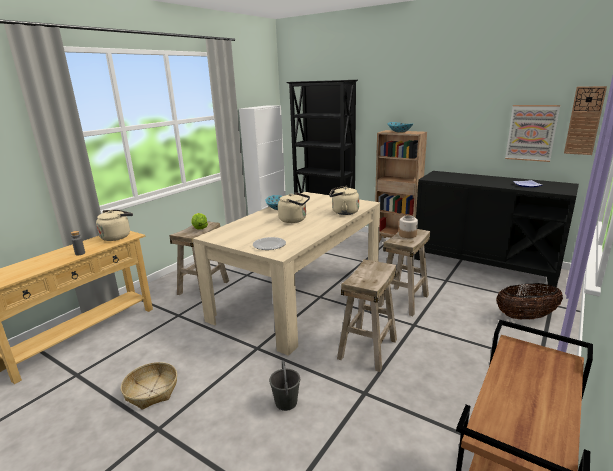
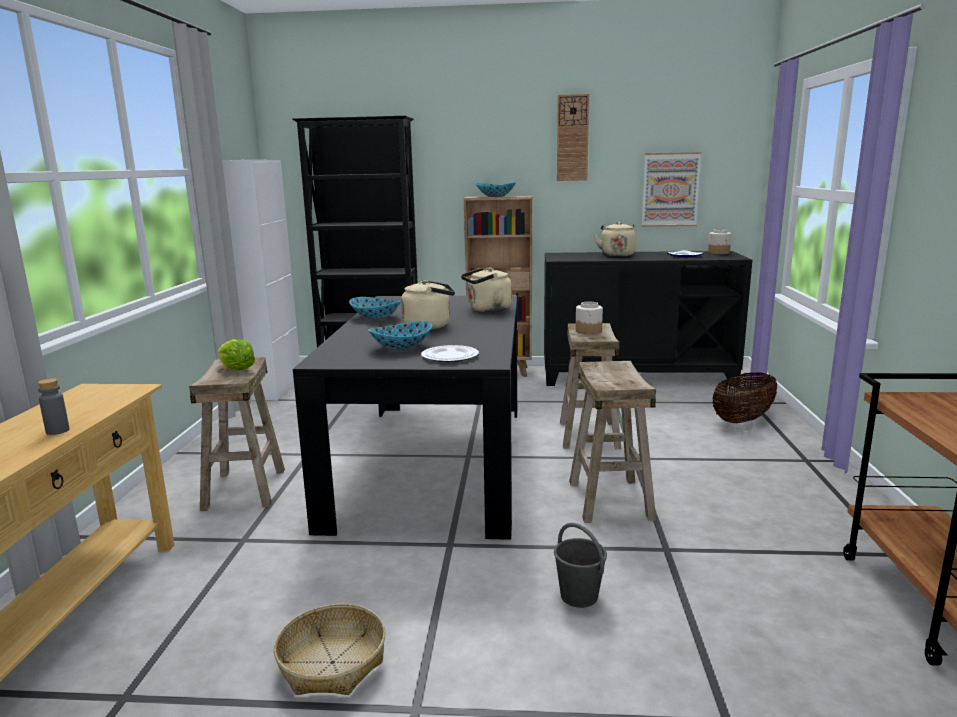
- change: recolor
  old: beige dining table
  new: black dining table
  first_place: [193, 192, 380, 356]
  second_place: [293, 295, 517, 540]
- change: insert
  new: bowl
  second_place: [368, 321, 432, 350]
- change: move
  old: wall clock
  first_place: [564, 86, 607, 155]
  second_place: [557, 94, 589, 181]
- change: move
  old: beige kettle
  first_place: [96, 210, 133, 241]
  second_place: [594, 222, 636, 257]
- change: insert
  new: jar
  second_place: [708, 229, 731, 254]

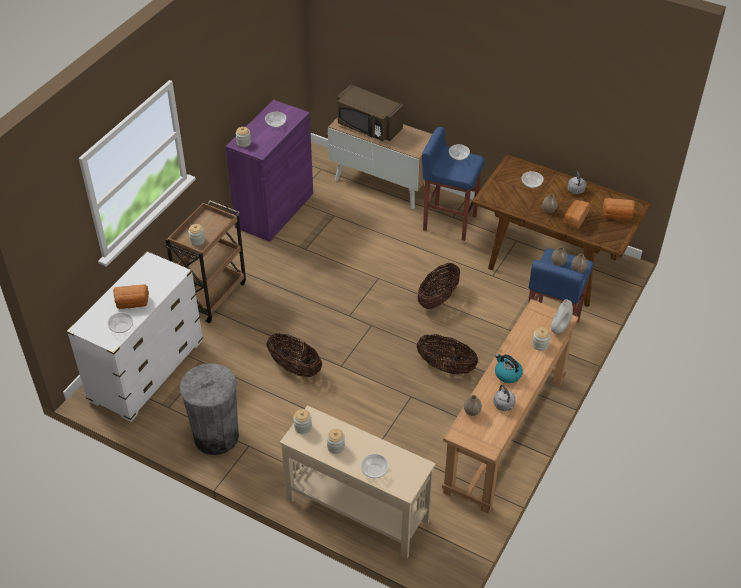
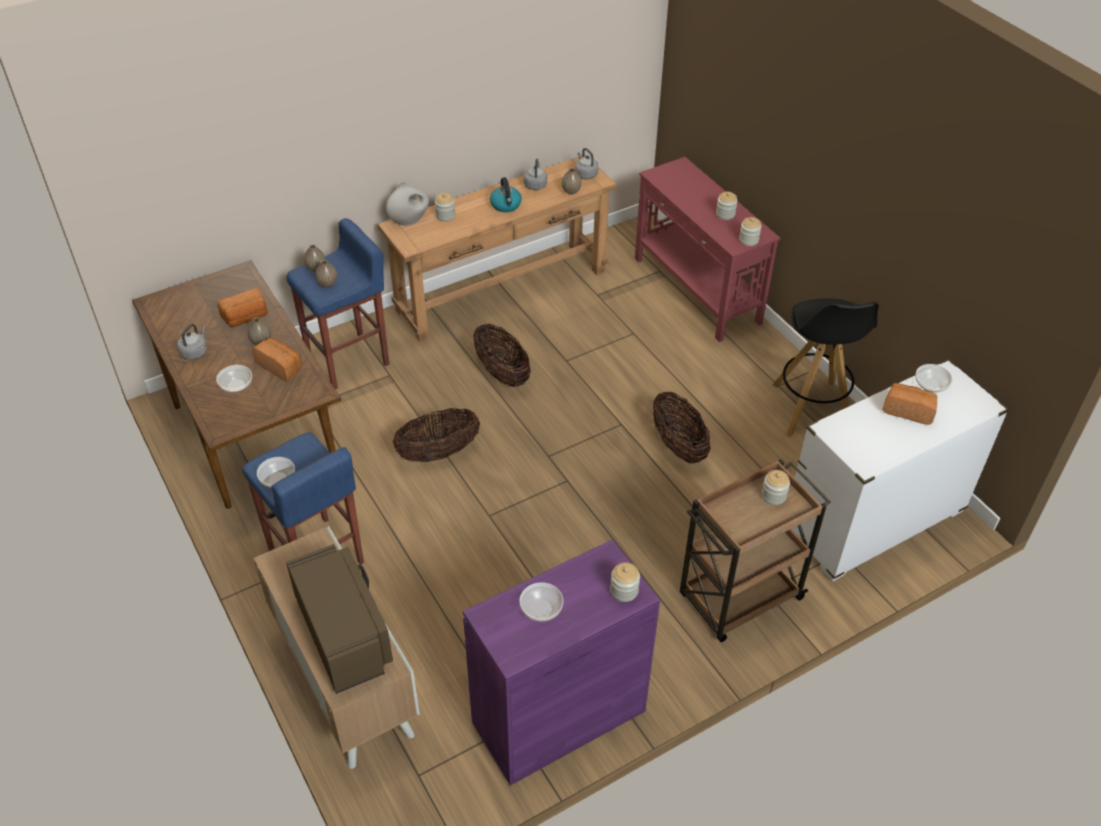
- change: move
  old: bread
  first_place: [603, 198, 635, 220]
  second_place: [252, 338, 302, 381]
- change: insert
  new: grey kettle
  second_place: [575, 148, 599, 179]
- change: recolor
  old: beige console table
  new: red console table
  first_place: [280, 405, 436, 559]
  second_place: [635, 157, 780, 342]
- change: replace
  old: grey trash can
  new: black stool
  first_place: [180, 363, 239, 455]
  second_place: [773, 298, 879, 437]
- change: delete
  old: bowl
  first_place: [361, 454, 389, 478]

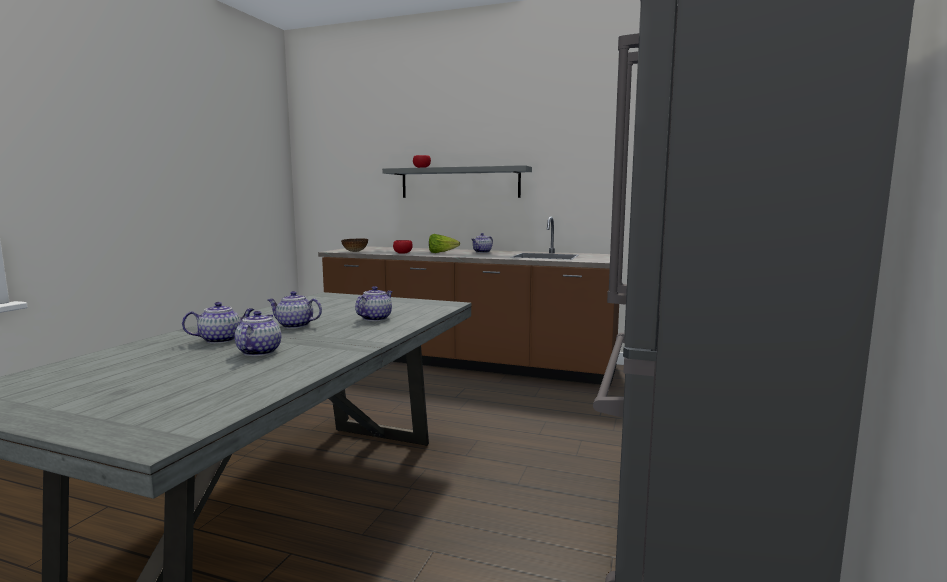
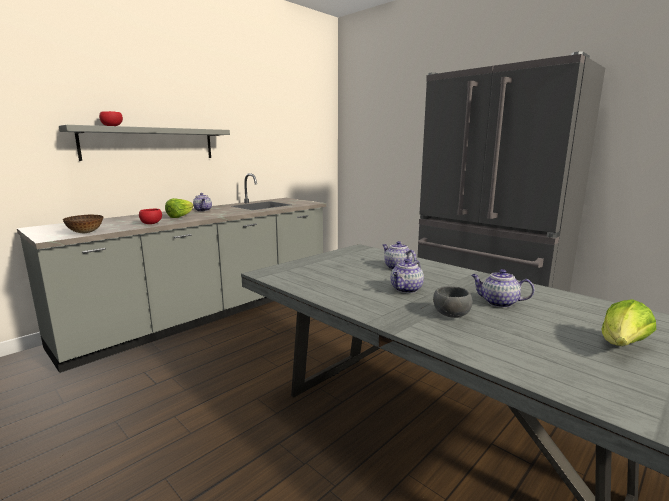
- change: recolor
  old: brown counter
  new: grey counter
  first_place: [318, 217, 619, 386]
  second_place: [17, 173, 326, 373]
- change: replace
  old: teapot
  new: grey bowl
  first_place: [182, 302, 254, 343]
  second_place: [433, 286, 472, 318]
- change: insert
  new: lettuce
  second_place: [602, 299, 656, 346]

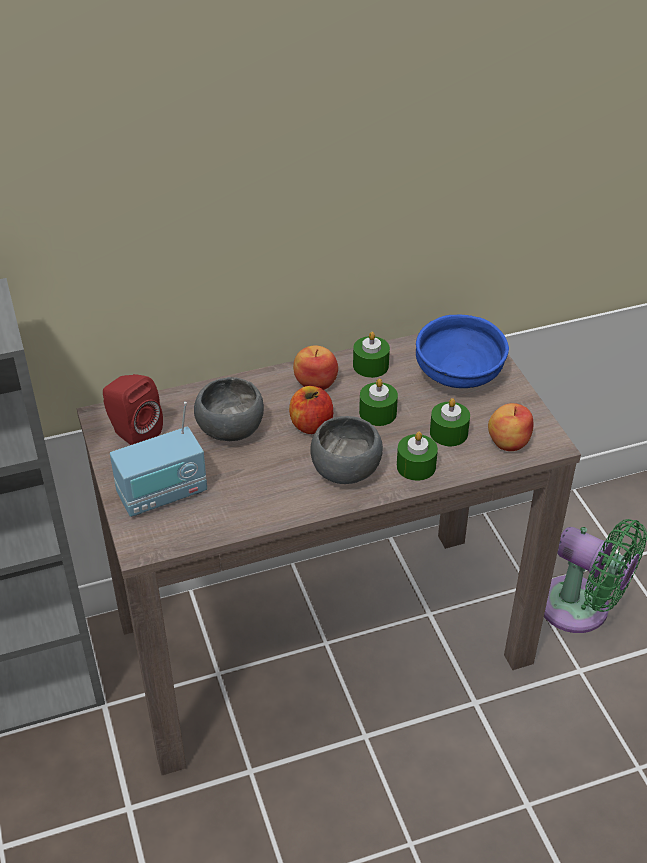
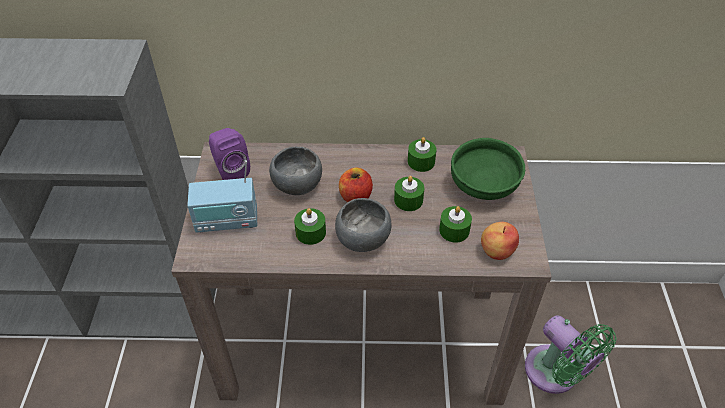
- change: recolor
  old: red speaker
  new: purple speaker
  first_place: [103, 374, 163, 445]
  second_place: [209, 128, 250, 180]
- change: move
  old: green candle
  first_place: [397, 432, 438, 481]
  second_place: [294, 208, 326, 245]
- change: recolor
  old: blue bowl
  new: green bowl
  first_place: [416, 314, 509, 388]
  second_place: [451, 138, 525, 200]
- change: delete
  old: apple
  first_place: [293, 345, 338, 390]

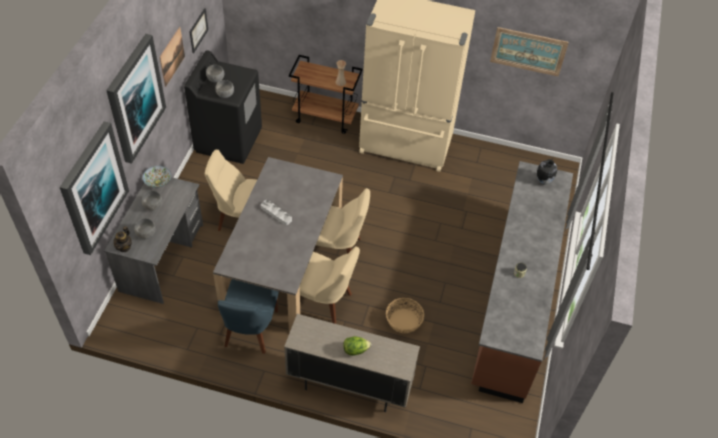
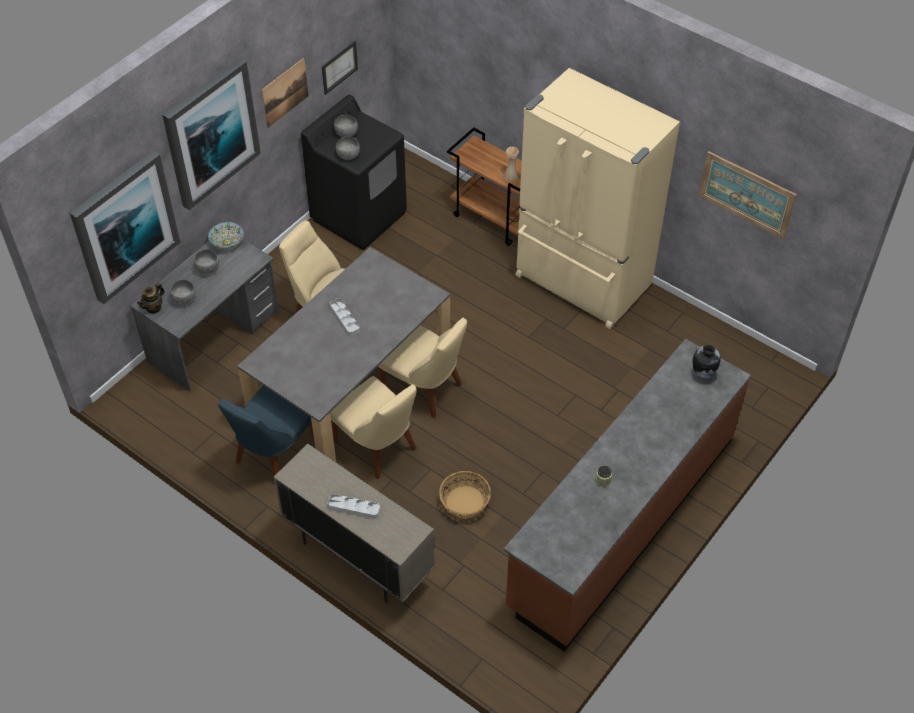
- change: replace
  old: lettuce
  new: grey tray
  first_place: [343, 336, 371, 356]
  second_place: [328, 494, 380, 519]

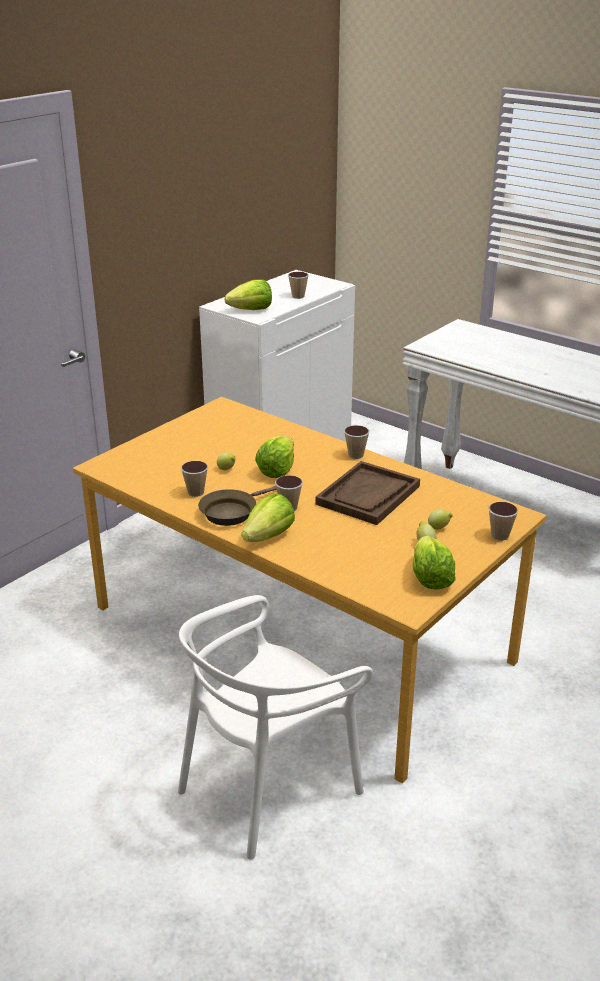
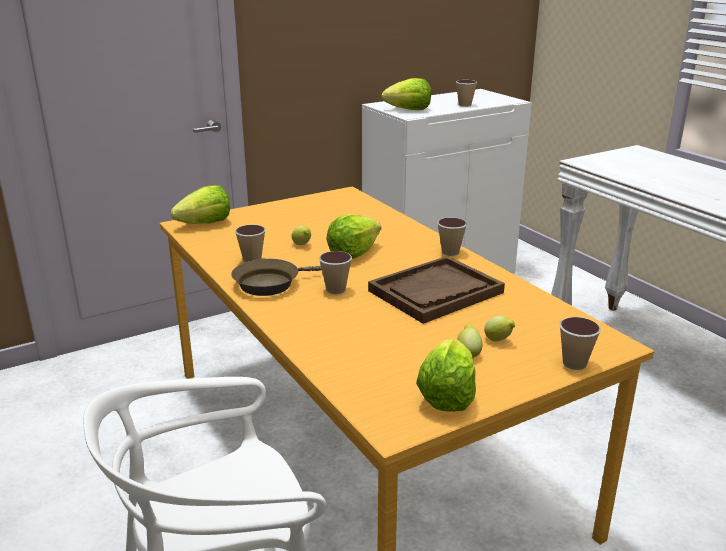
- change: move
  old: lettuce
  first_place: [242, 494, 295, 542]
  second_place: [171, 185, 230, 224]

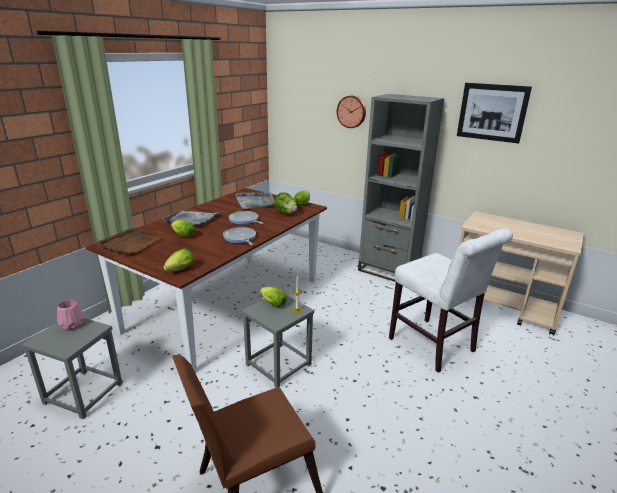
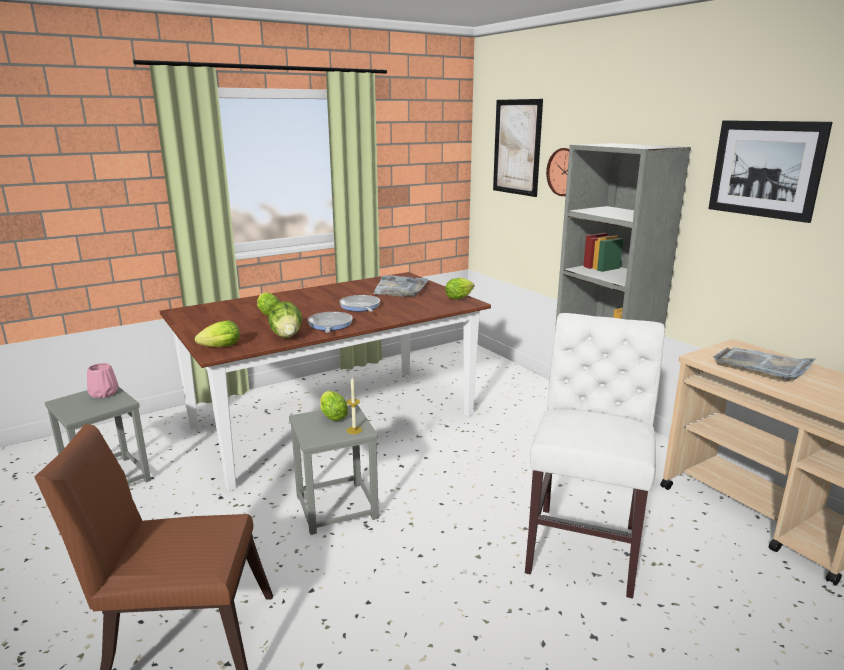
- change: move
  old: lettuce
  first_place: [274, 192, 297, 214]
  second_place: [268, 301, 303, 338]
- change: insert
  new: picture
  second_place: [493, 99, 543, 197]
- change: rotate
  old: white chair
  first_place: [389, 228, 513, 373]
  second_place: [525, 313, 665, 599]
  degrees: -150
- change: move
  old: grey tray
  first_place: [162, 211, 219, 228]
  second_place: [714, 347, 815, 382]
- change: delete
  old: brown tray
  first_place: [97, 228, 161, 255]

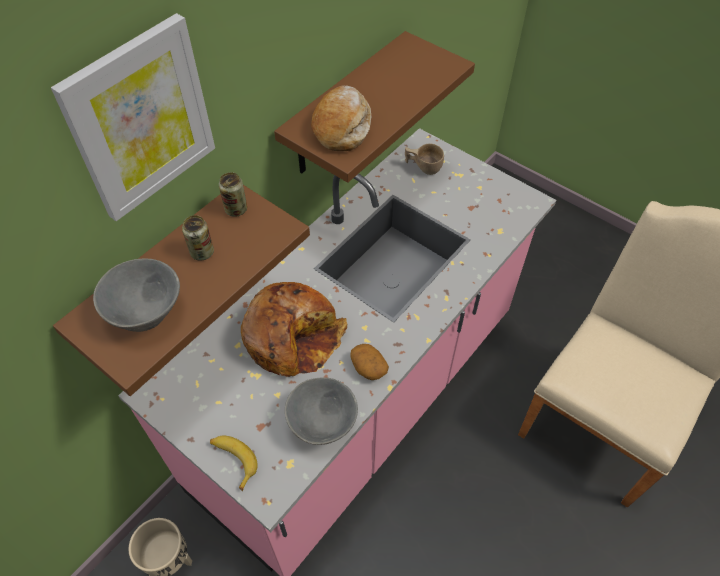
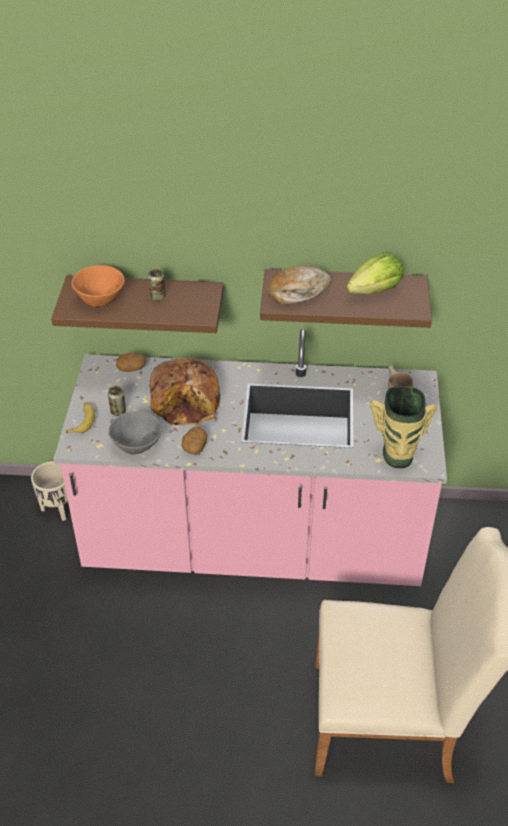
- change: recolor
  old: grey bowl
  new: orange bowl
  first_place: [93, 258, 180, 332]
  second_place: [72, 265, 125, 307]
- change: move
  old: can
  first_place: [219, 172, 247, 217]
  second_place: [108, 386, 126, 416]
- change: insert
  new: potato
  second_place: [116, 353, 146, 372]
- change: insert
  new: lettuce
  second_place: [347, 253, 403, 294]
- change: insert
  new: vase
  second_place: [370, 386, 437, 469]
- change: delete
  old: picture
  first_place: [51, 13, 215, 221]

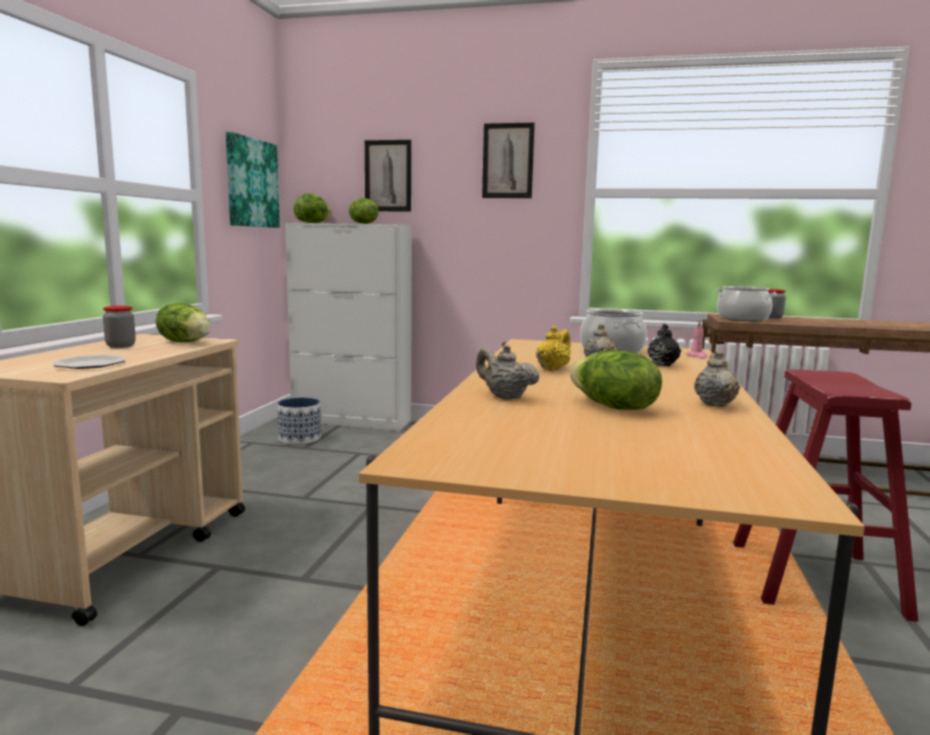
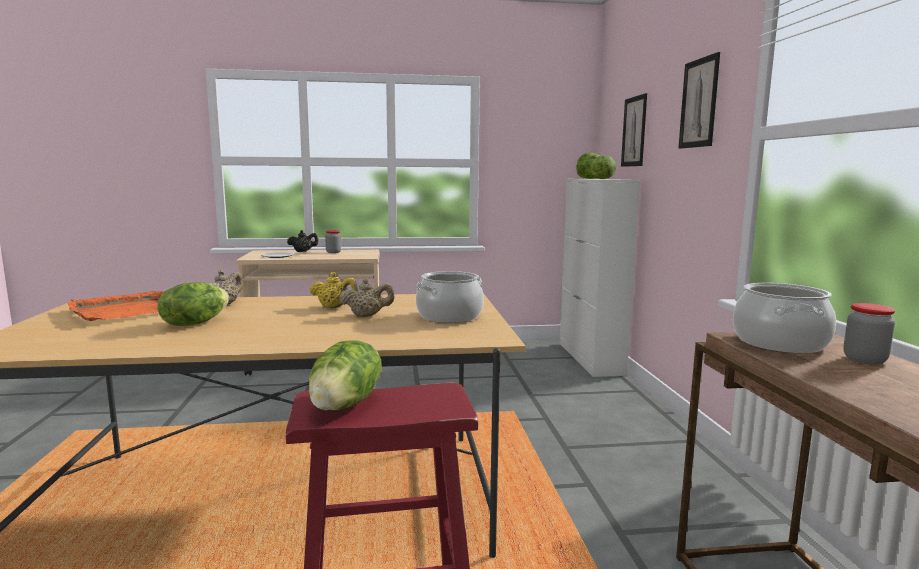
- change: insert
  new: orange tray
  second_place: [67, 291, 164, 321]
- change: move
  old: black teapot
  first_place: [647, 324, 681, 366]
  second_place: [287, 230, 319, 252]
- change: move
  old: lettuce
  first_place: [156, 303, 211, 342]
  second_place: [309, 340, 382, 410]
- change: delete
  old: picture
  first_place: [226, 132, 280, 228]
- change: delete
  old: planter
  first_place: [277, 397, 321, 444]
- change: delete
  old: pink candle
  first_place: [686, 319, 707, 358]
- change: delete
  old: beige teapot
  first_place: [694, 350, 740, 407]

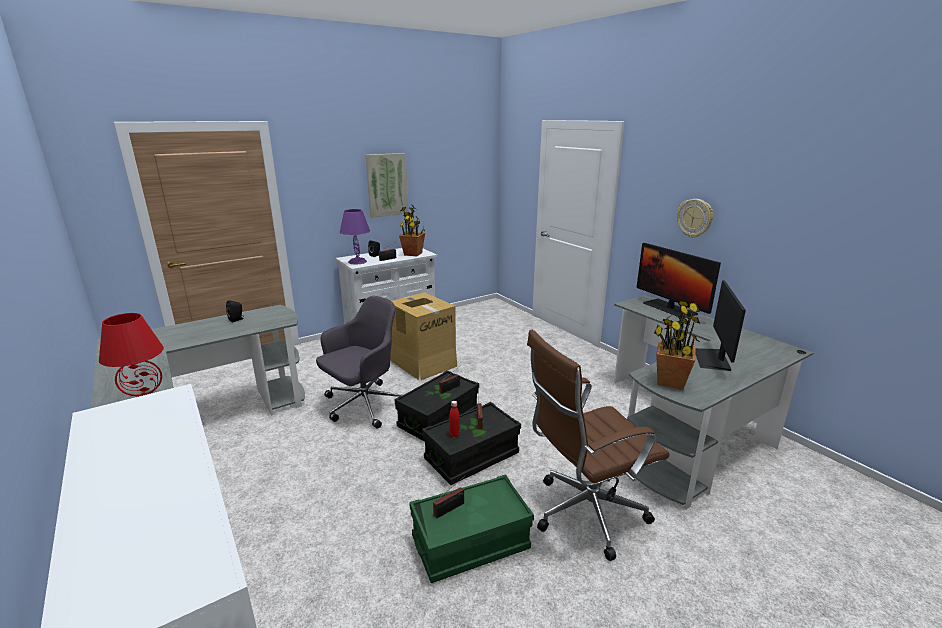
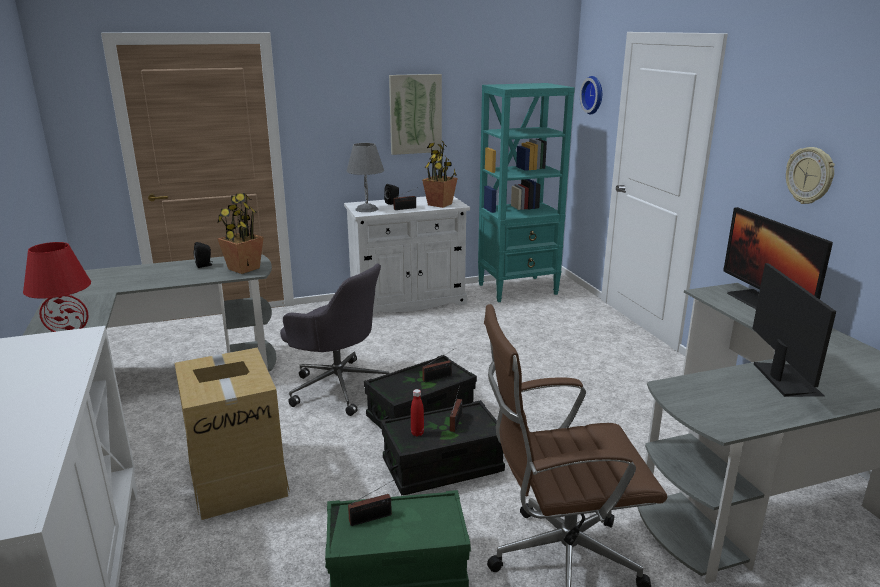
- change: move
  old: cardboard box
  first_place: [390, 292, 457, 380]
  second_place: [175, 348, 290, 520]
- change: move
  old: potted plant
  first_place: [654, 300, 700, 390]
  second_place: [217, 193, 264, 274]
- change: rotate
  old: grey office chair
  first_place: [316, 296, 403, 429]
  second_place: [280, 264, 389, 416]
  degrees: 60
- change: recolor
  old: purple table lamp
  new: grey table lamp
  first_place: [340, 209, 370, 264]
  second_place: [346, 143, 384, 212]
- change: insert
  new: turquoise bookcase
  second_place: [478, 83, 575, 302]
- change: insert
  new: wall clock
  second_place: [580, 76, 602, 114]
- change: rotate
  old: monitor
  first_place: [695, 280, 746, 371]
  second_place: [752, 263, 836, 397]
  degrees: 150

